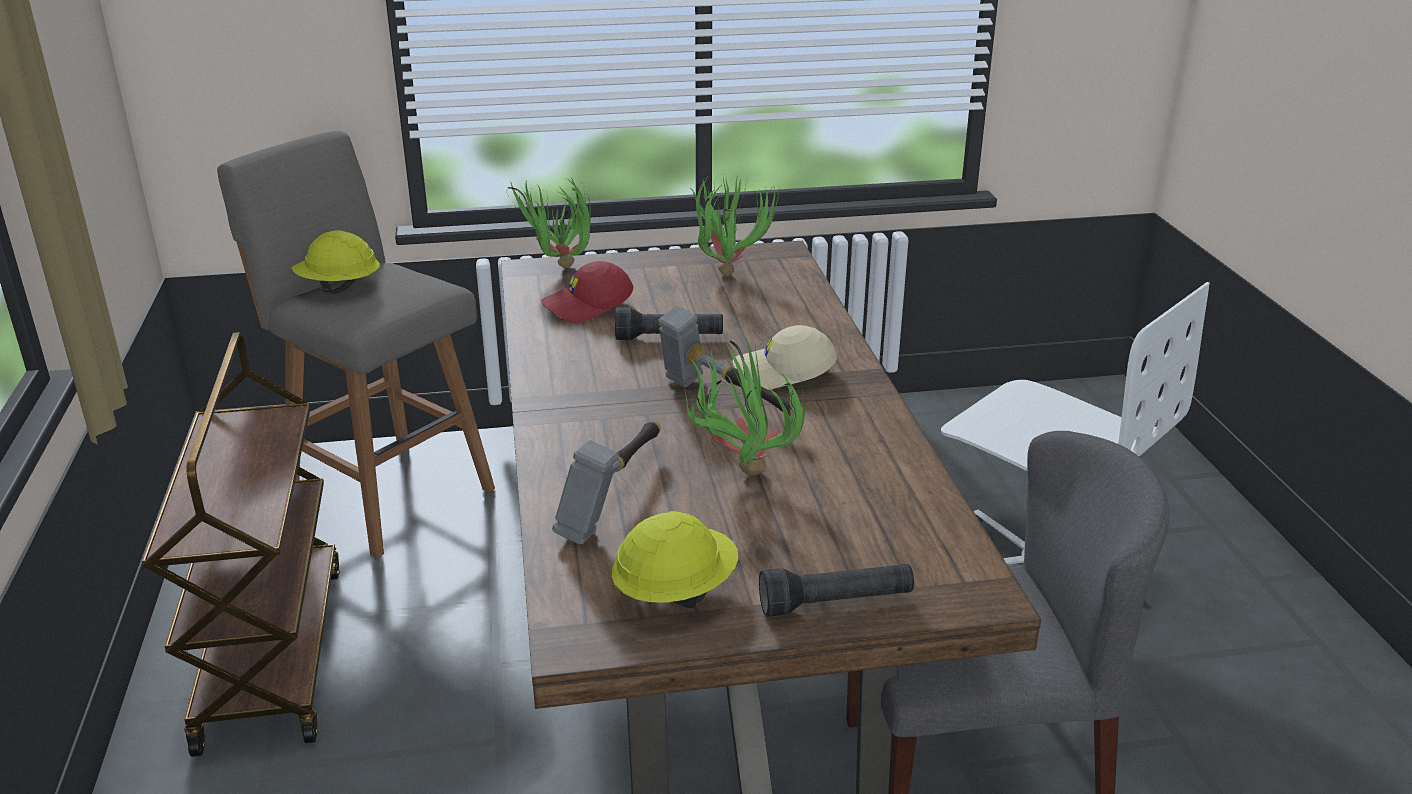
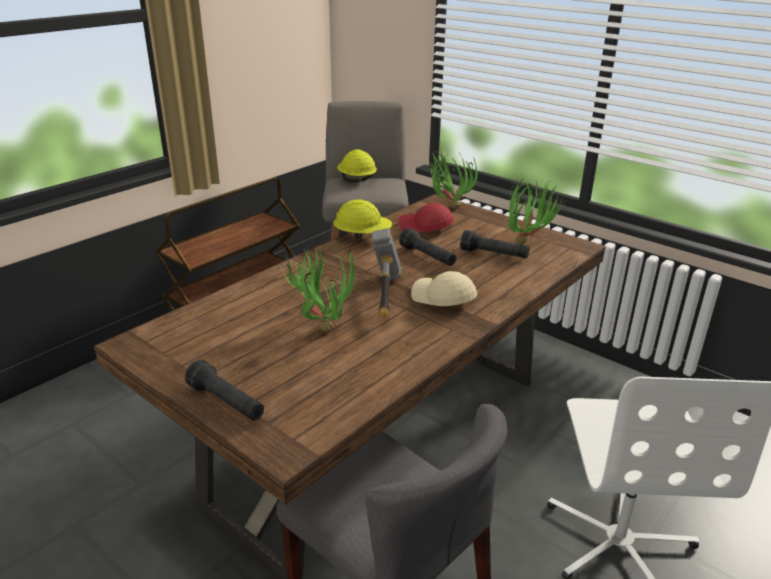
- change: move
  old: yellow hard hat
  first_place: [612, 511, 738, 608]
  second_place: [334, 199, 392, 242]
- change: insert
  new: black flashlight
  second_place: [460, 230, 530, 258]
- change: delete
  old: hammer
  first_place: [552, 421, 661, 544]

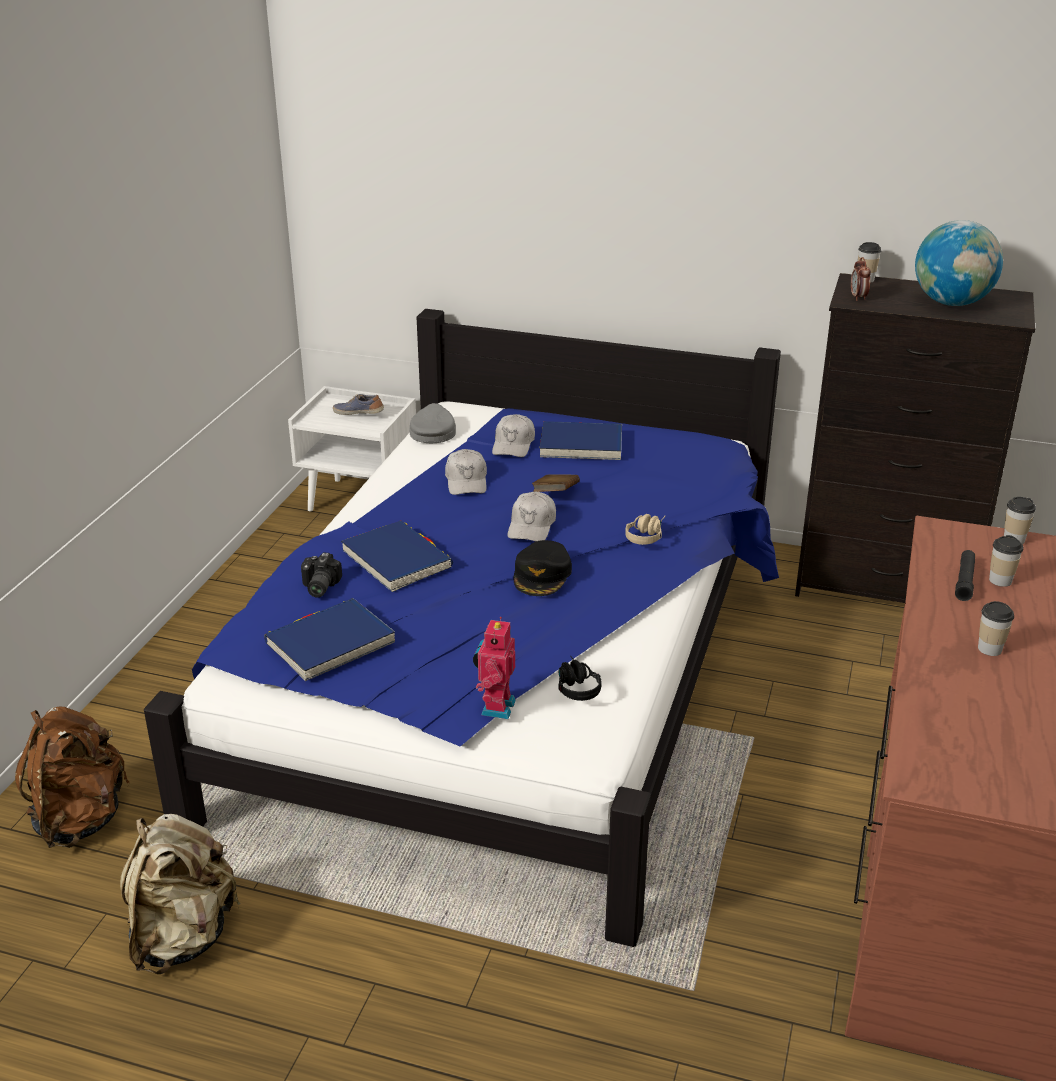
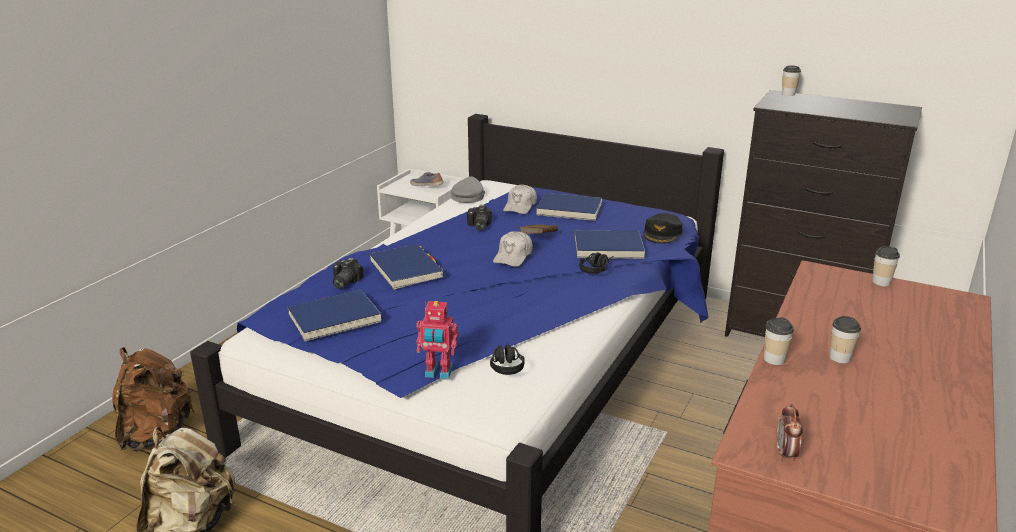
- change: rotate
  old: toy robot
  first_place: [473, 617, 516, 719]
  second_place: [416, 301, 458, 379]
  degrees: -105
- change: replace
  old: white cap
  new: photo camera
  first_place: [445, 449, 487, 495]
  second_place: [467, 205, 492, 230]
- change: insert
  new: blue book
  second_place: [575, 230, 645, 259]
- change: recolor
  old: beige headphones
  new: black headphones
  first_place: [625, 514, 665, 545]
  second_place: [580, 253, 613, 274]
- change: move
  old: black cap
  first_place: [514, 540, 572, 596]
  second_place: [644, 213, 683, 244]
- change: move
  old: cup
  first_place: [989, 535, 1023, 587]
  second_place: [764, 317, 794, 365]
- change: move
  old: alarm clock
  first_place: [851, 257, 871, 301]
  second_place: [776, 404, 803, 461]
- change: delete
  old: globe
  first_place: [915, 220, 1003, 306]
- change: delete
  old: black flashlight
  first_place: [955, 550, 975, 601]

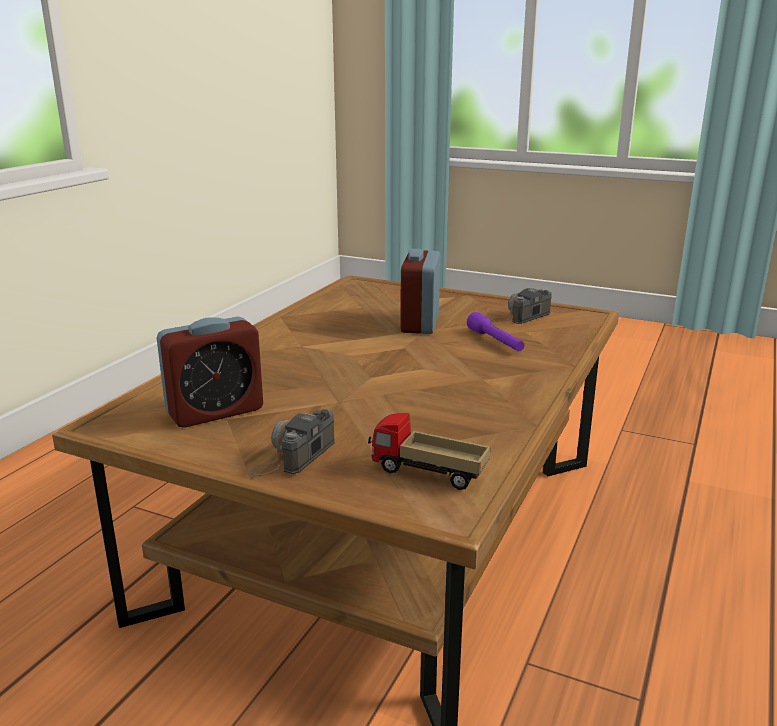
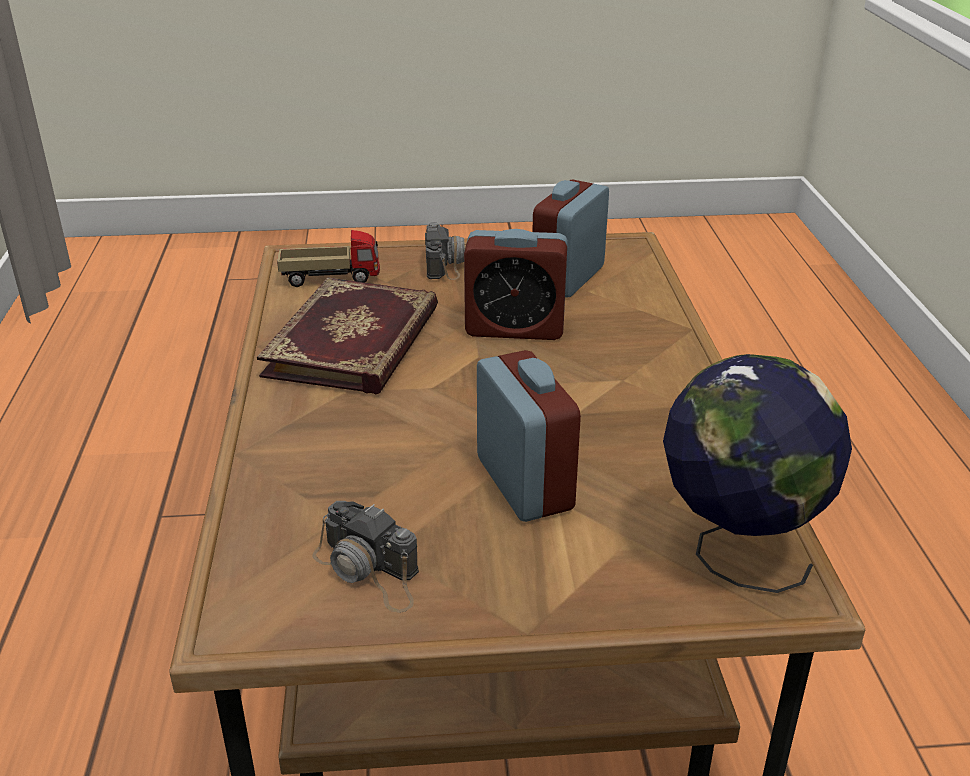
- change: insert
  new: book
  second_place: [257, 277, 438, 394]
- change: rotate
  old: photo camera
  first_place: [491, 288, 552, 324]
  second_place: [312, 501, 419, 613]
  degrees: 105
- change: insert
  new: alarm clock
  second_place: [464, 229, 568, 340]
- change: insert
  new: globe
  second_place: [663, 354, 852, 593]
- change: delete
  old: purple flashlight
  first_place: [467, 312, 524, 351]

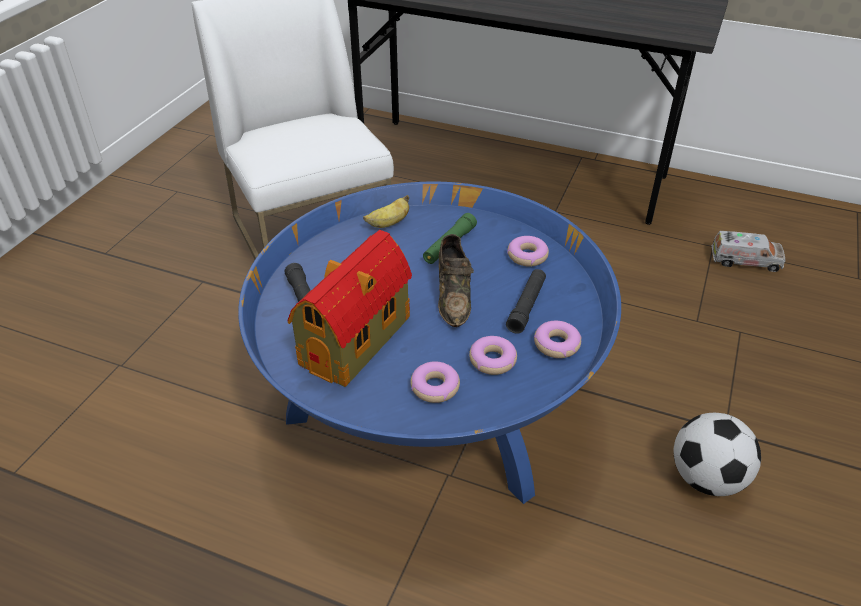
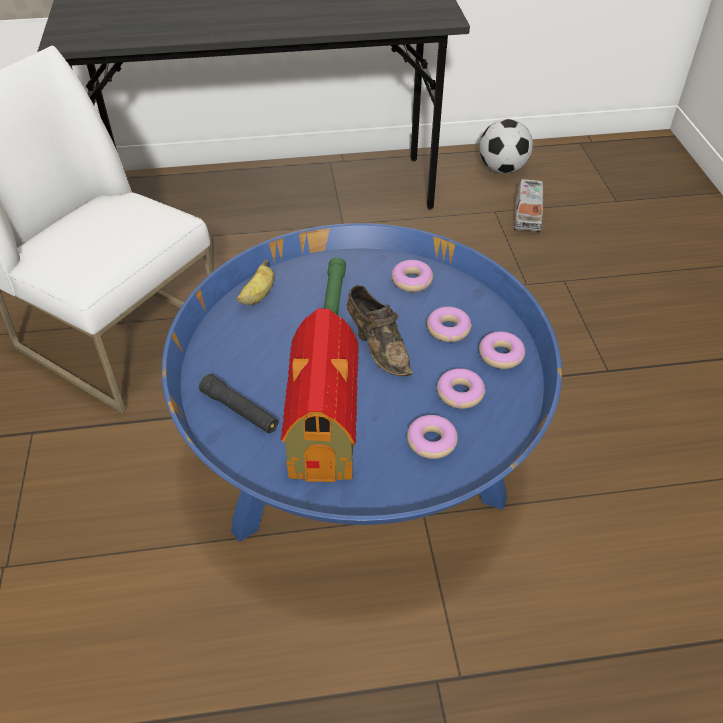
- change: replace
  old: black flashlight
  new: donut
  first_place: [506, 269, 546, 334]
  second_place: [427, 307, 472, 342]
- change: move
  old: football
  first_place: [673, 413, 761, 496]
  second_place: [479, 119, 533, 173]
- change: rotate
  old: toy truck
  first_place: [712, 231, 785, 272]
  second_place: [514, 179, 543, 233]
  degrees: 120

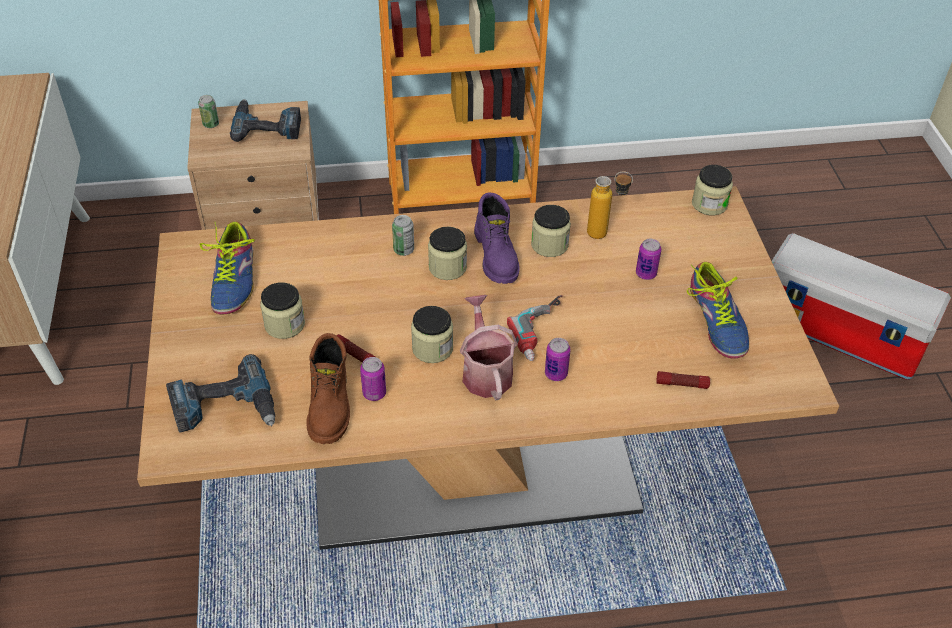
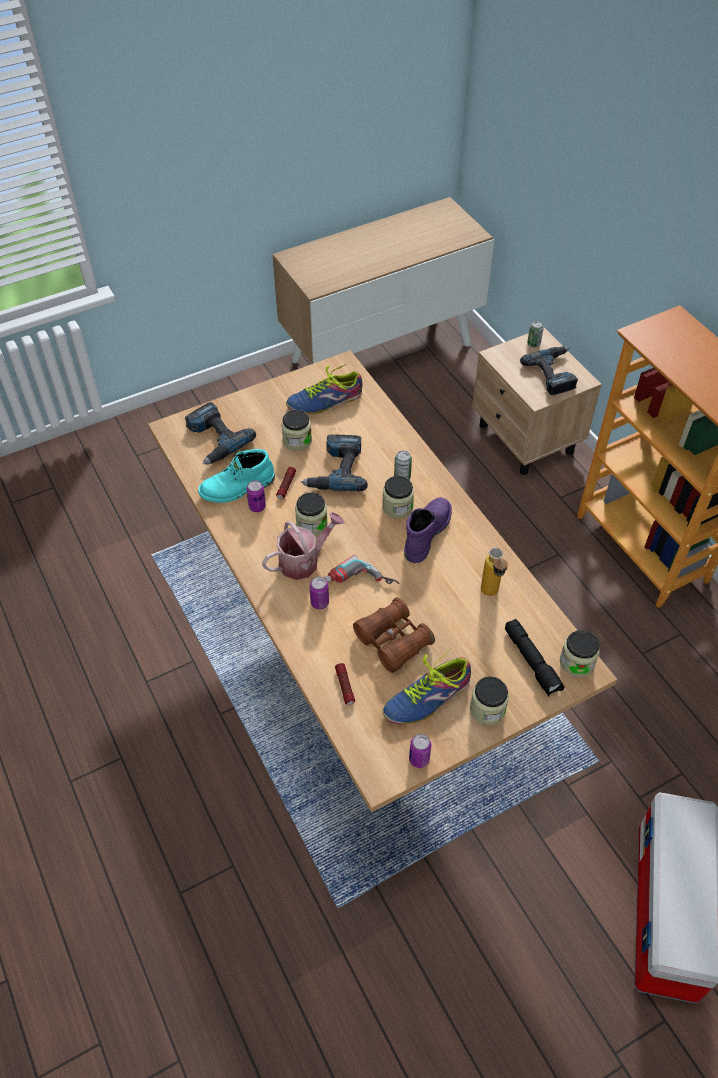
- change: recolor
  old: brown boot
  new: turquoise boot
  first_place: [306, 333, 350, 444]
  second_place: [198, 449, 275, 503]
- change: insert
  new: power drill
  second_place: [301, 434, 368, 492]
- change: insert
  new: brown binoculars
  second_place: [353, 597, 435, 673]
- change: rotate
  old: purple boot
  first_place: [474, 193, 520, 284]
  second_place: [404, 497, 452, 563]
  degrees: 150
- change: move
  old: can
  first_place: [636, 239, 661, 280]
  second_place: [409, 734, 431, 768]
- change: move
  old: jar
  first_place: [531, 205, 571, 257]
  second_place: [470, 676, 509, 725]
- change: insert
  new: black flashlight
  second_place: [505, 619, 564, 696]

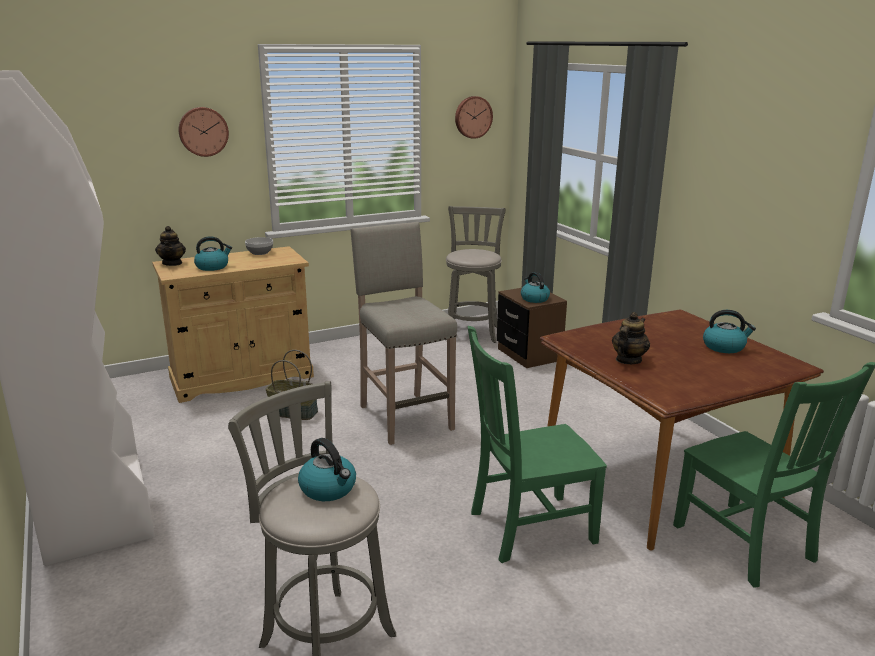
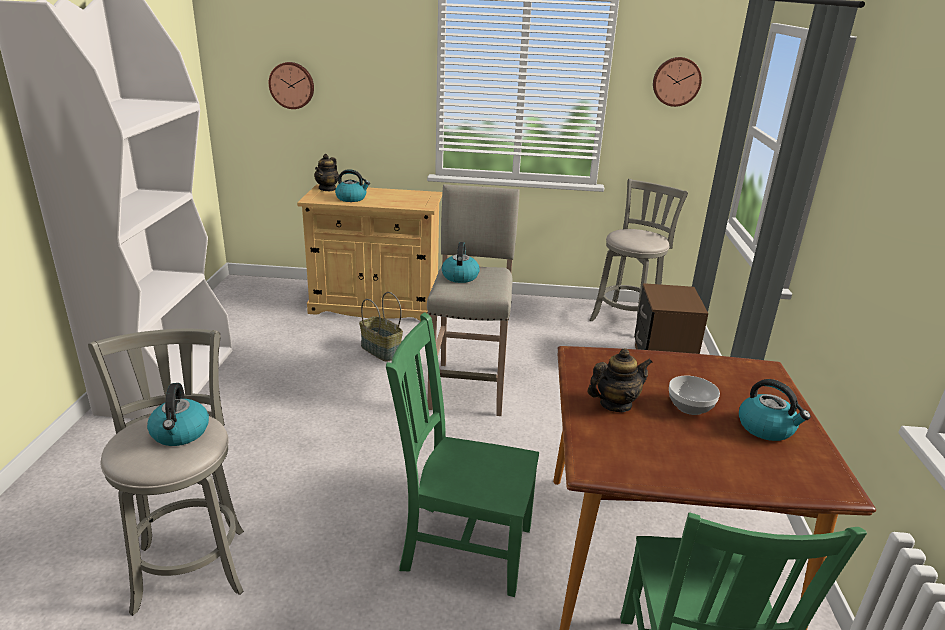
- change: move
  old: wall clock
  first_place: [178, 107, 229, 157]
  second_place: [269, 62, 314, 109]
- change: move
  old: kettle
  first_place: [521, 272, 550, 303]
  second_place: [442, 242, 480, 283]
- change: move
  old: bowl
  first_place: [245, 237, 273, 255]
  second_place: [669, 376, 720, 415]

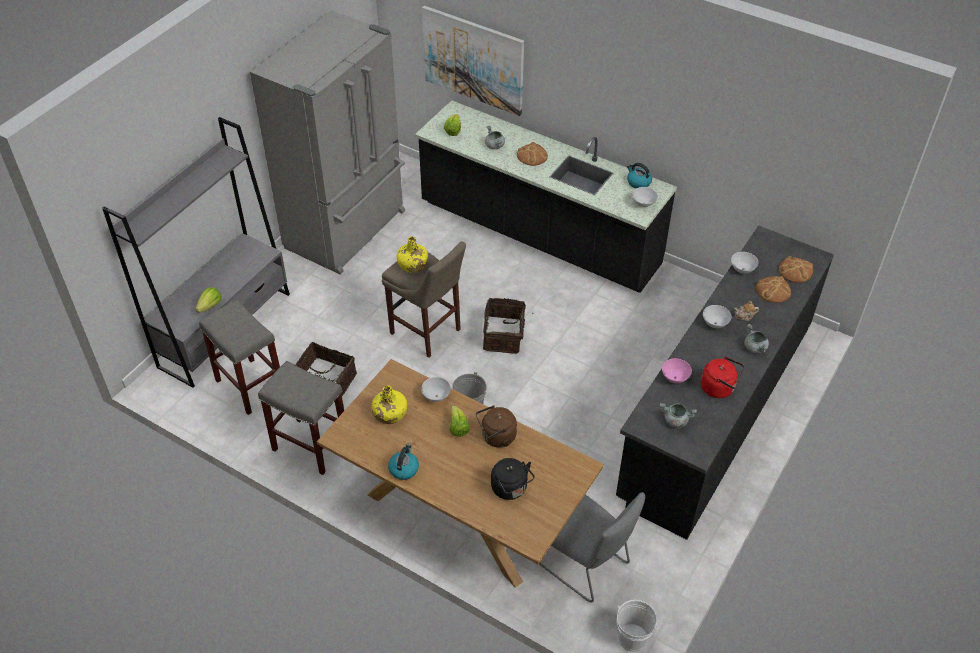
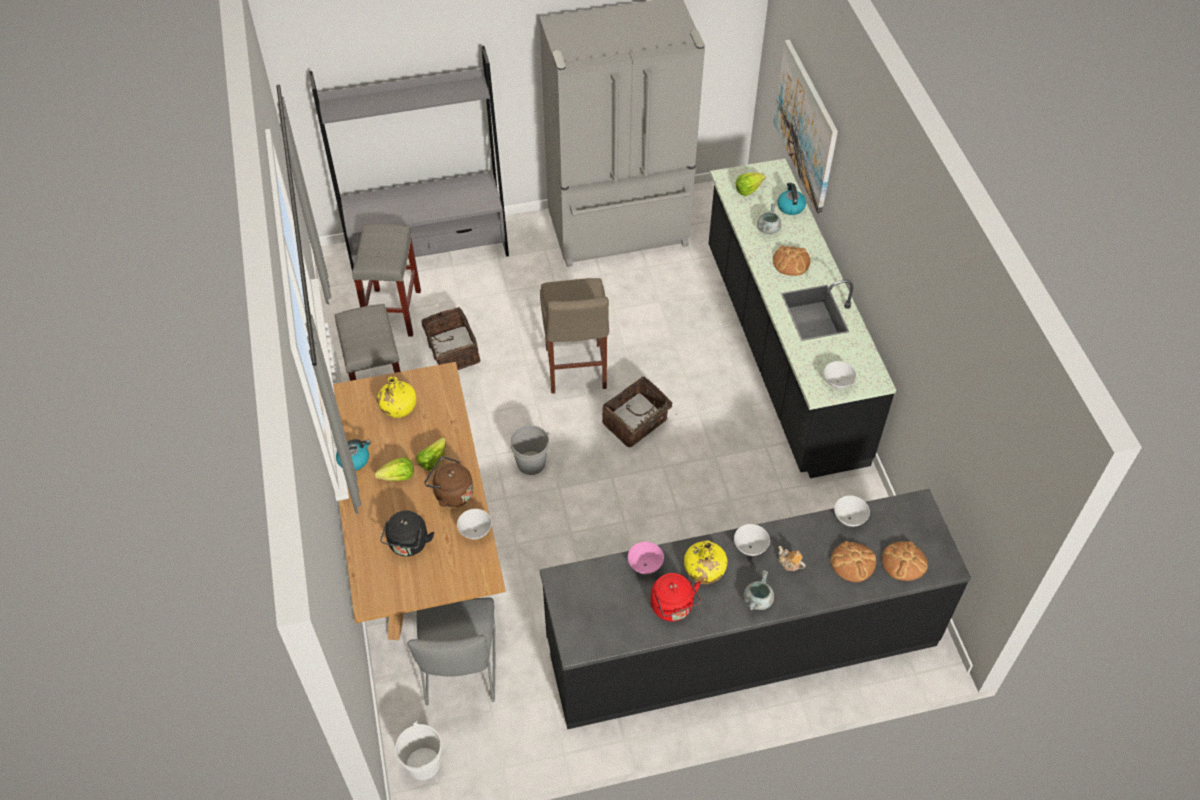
- change: move
  old: lettuce
  first_place: [196, 287, 221, 313]
  second_place: [375, 457, 414, 481]
- change: move
  old: white bowl
  first_place: [421, 377, 451, 402]
  second_place: [457, 509, 492, 539]
- change: move
  old: yellow bottle
  first_place: [396, 236, 428, 273]
  second_place: [684, 541, 727, 584]
- change: move
  old: kettle
  first_place: [627, 163, 652, 188]
  second_place: [777, 183, 806, 215]
- change: delete
  old: grey cooking pot
  first_place: [660, 403, 697, 428]

